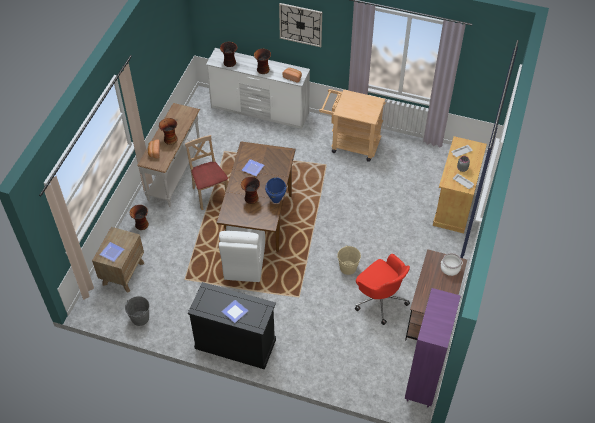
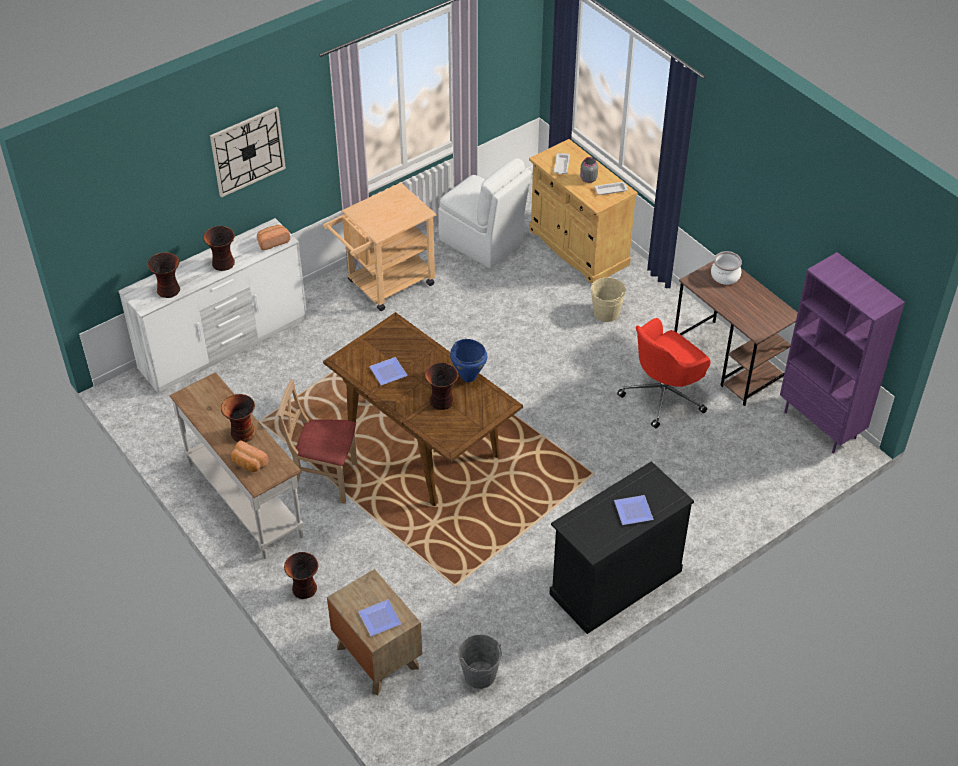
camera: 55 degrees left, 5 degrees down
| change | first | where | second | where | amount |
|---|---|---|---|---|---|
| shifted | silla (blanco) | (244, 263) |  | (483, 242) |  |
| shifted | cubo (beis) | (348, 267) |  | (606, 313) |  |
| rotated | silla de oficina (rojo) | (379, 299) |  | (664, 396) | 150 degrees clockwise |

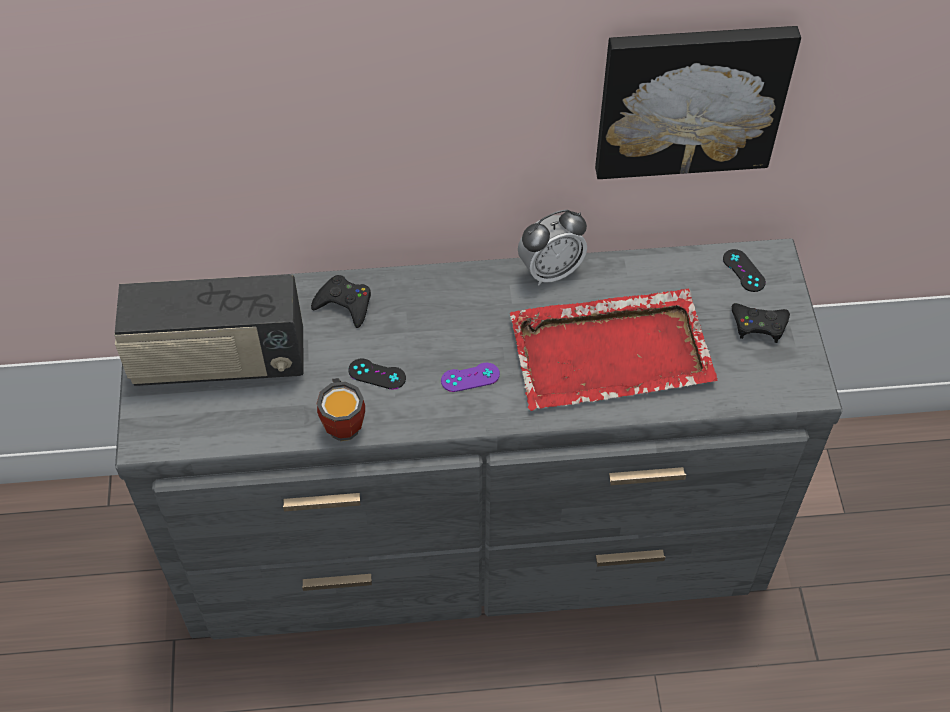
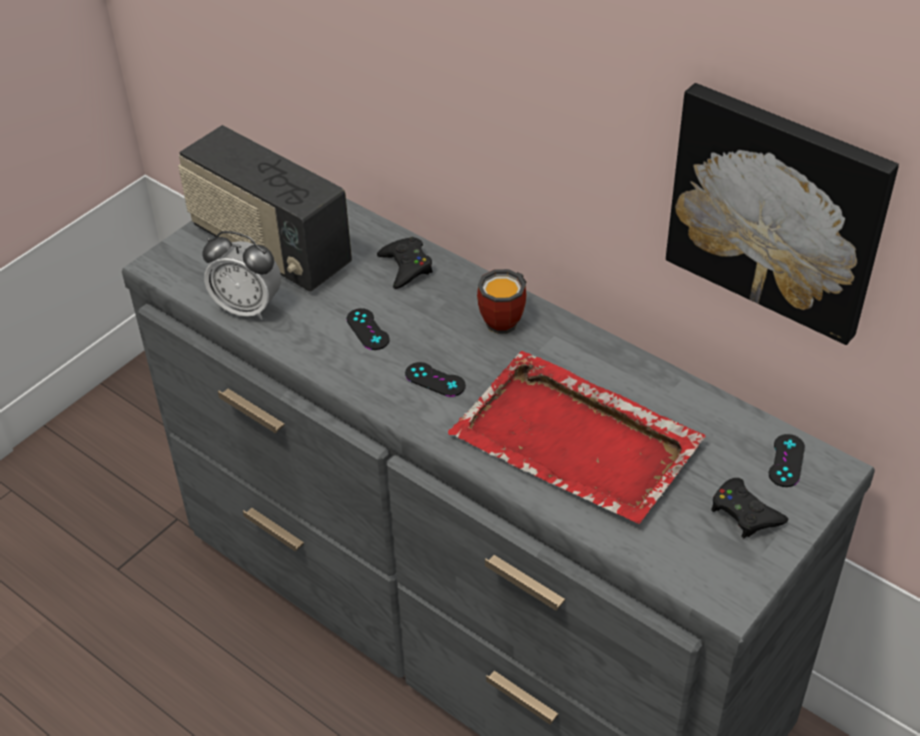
camera: 45 degrees right, 10 degrees down
| change | first | where | second | where | amount |
|---|---|---|---|---|---|
| shifted | taza grande | (345, 422) |  | (507, 320) |  |
| repainted | mando de consola (morado) | (470, 377) | mando de consola (negro) | (435, 380) |  |
| shifted | despertador | (550, 271) |  | (248, 307) |  |

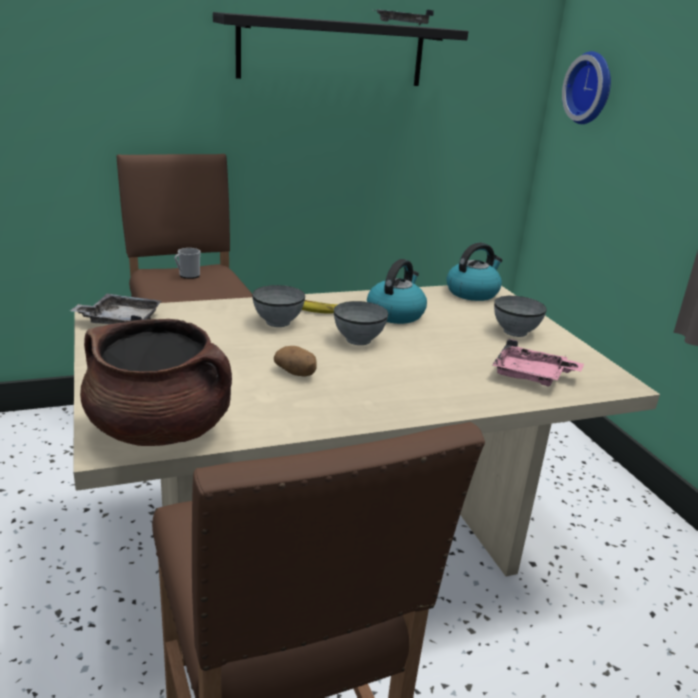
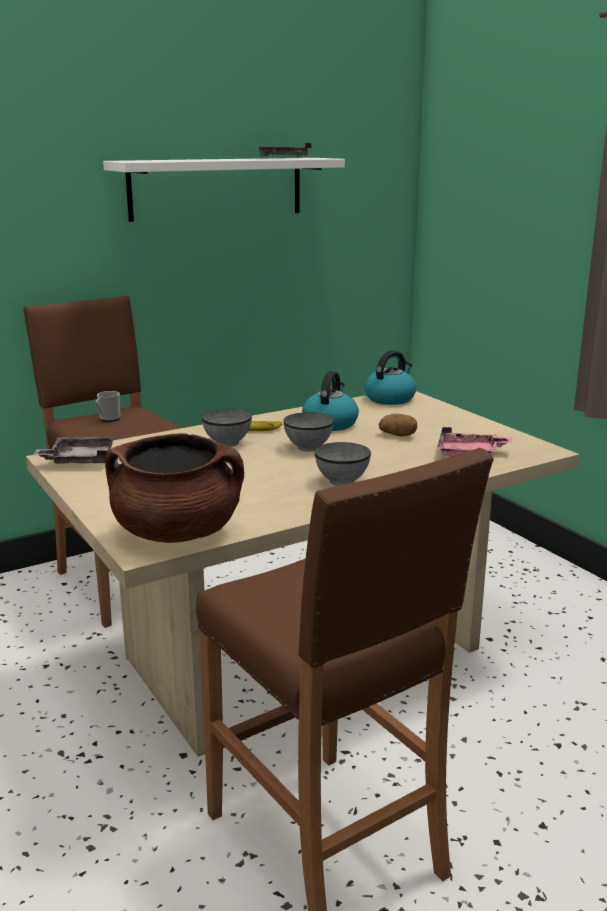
camera: 10 degrees left, 5 degrees down
| change | first | where | second | where | amount |
|---|---|---|---|---|---|
| repainted | estante (negro) | (332, 51) | estante (blanco) | (217, 188) |  |
| shifted | patata | (296, 373) |  | (398, 435) |  |
| shifted | cuenco (gris) | (515, 331) |  | (342, 481) |  |
| gone | reloj de pared | (591, 88) |  |  |  |

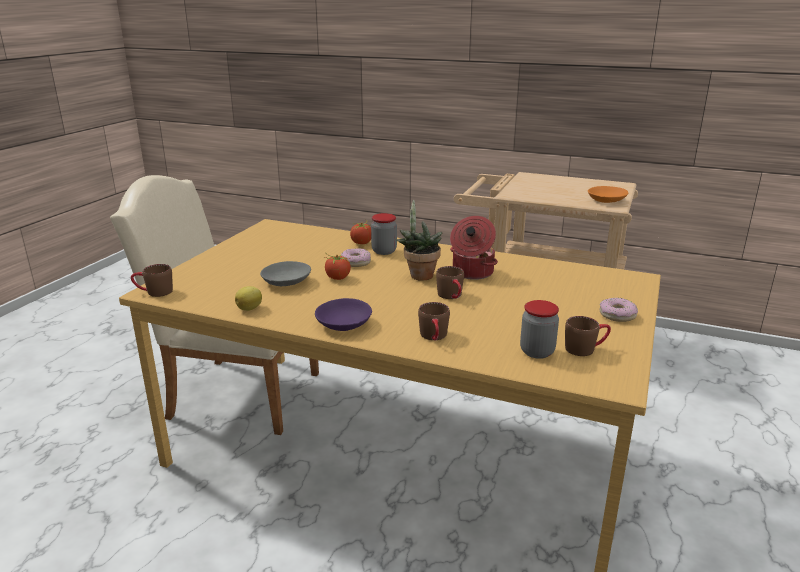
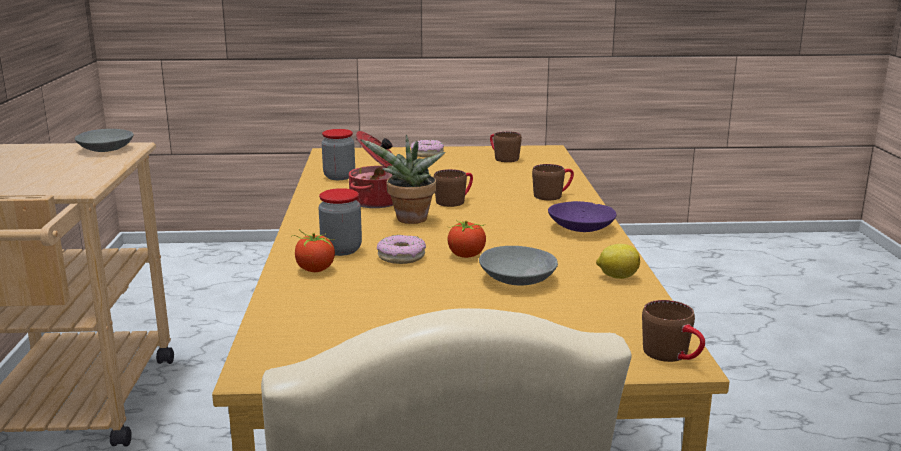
camera: 115 degrees left, 5 degrees down
| change | first | where | second | where | amount |
|---|---|---|---|---|---|
| shifted | tarro | (537, 352) |  | (339, 177) |  |
| repainted | cuenco (naranja) | (606, 201) | cuenco (gris) | (106, 149) |  |

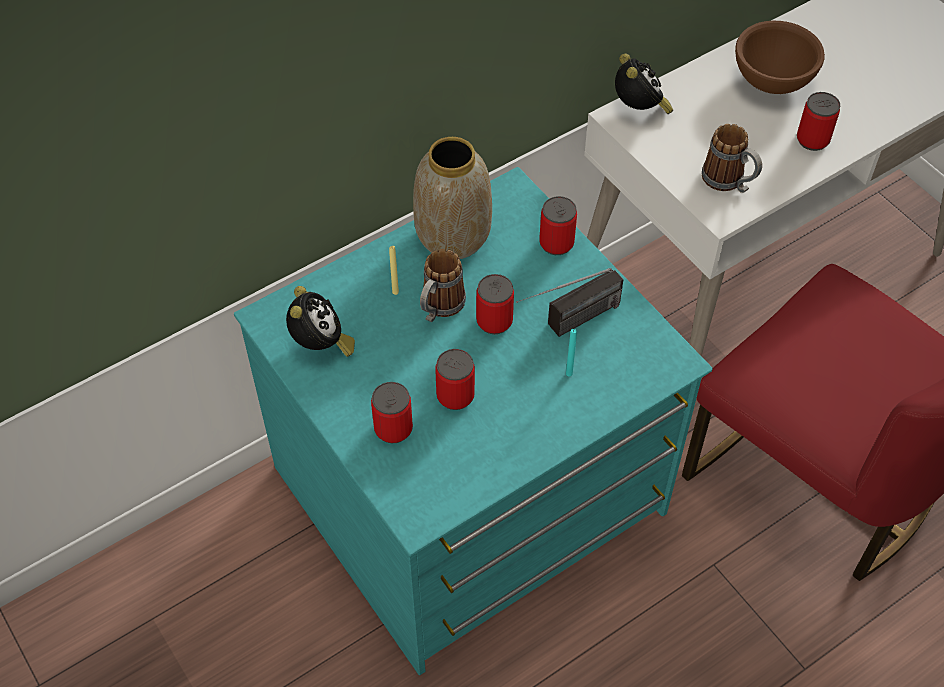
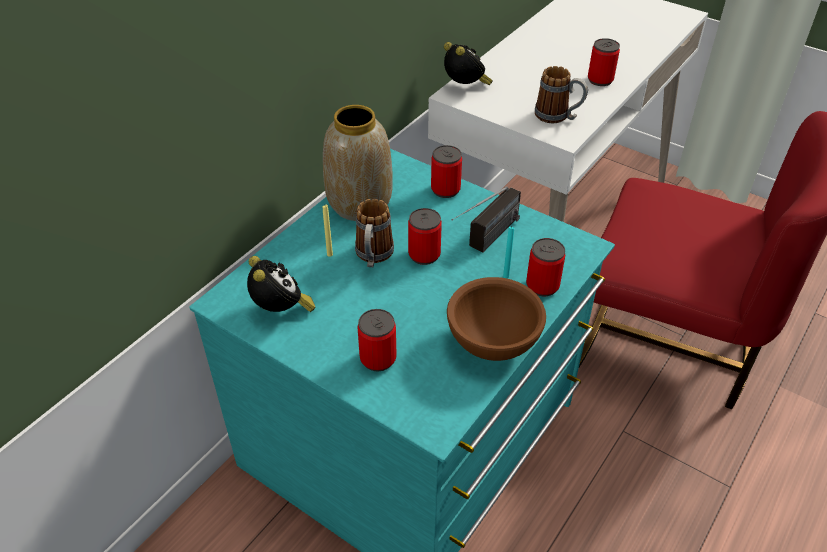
camera: 20 degrees left, 10 degrees down
| change | first | where | second | where | amount |
|---|---|---|---|---|---|
| shifted | lata | (455, 396) |  | (542, 285) |  |
| shifted | cuenco (marrón) | (771, 82) |  | (492, 343) |  |

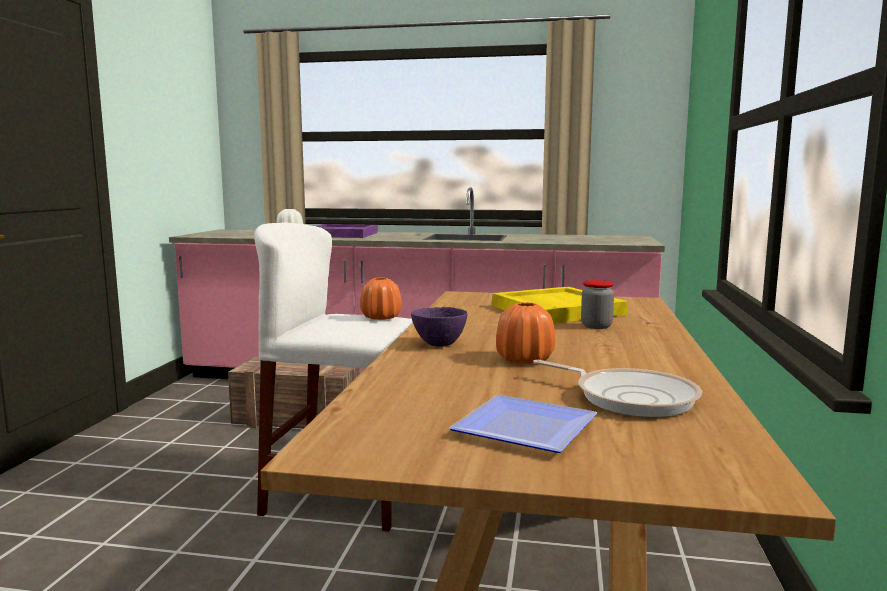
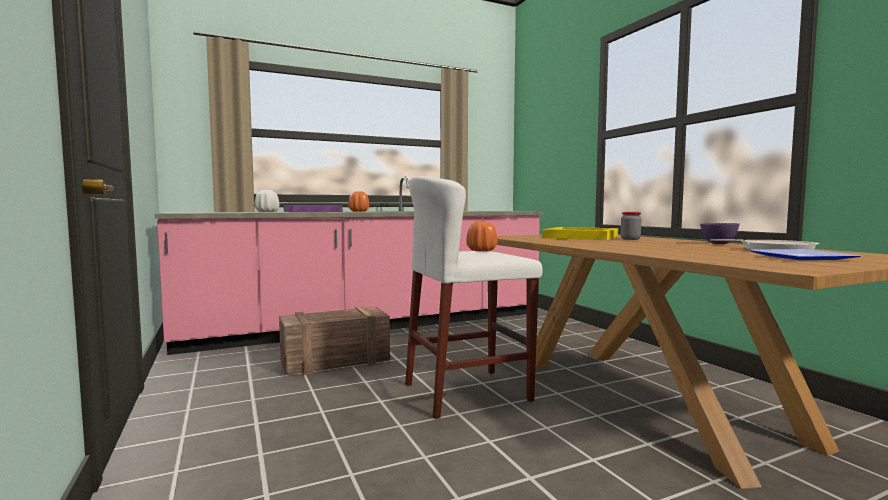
camera: 35 degrees left, 5 degrees down
| change | first | where | second | where | amount |
|---|---|---|---|---|---|
| shifted | cuenco (morado) | (439, 345) |  | (719, 244) |  |
| shifted | florero (naranja) | (524, 360) |  | (359, 211) |  |

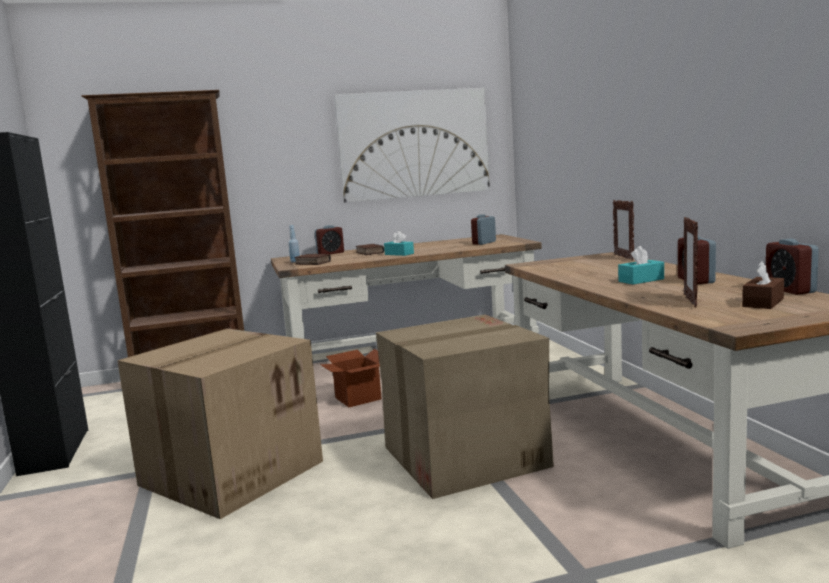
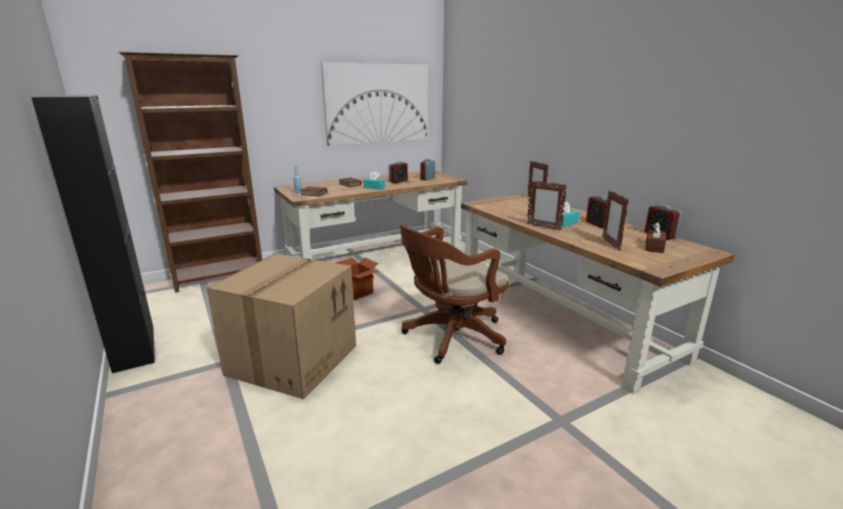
camera: 15 degrees left, 10 degrees up
| change | first | where | second | where | amount |
|---|---|---|---|---|---|
| shifted | despertador | (330, 253) |  | (398, 181) |  |
| swapped | caja de cartón | (463, 457) | silla de oficina (marrón) | (450, 337) |  |
| new |  |  | portarretratos | (543, 227) |  |

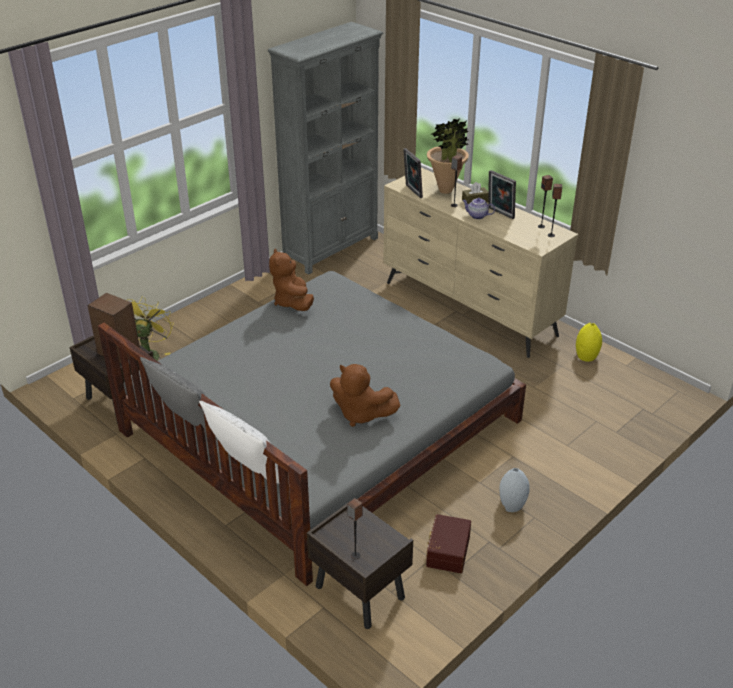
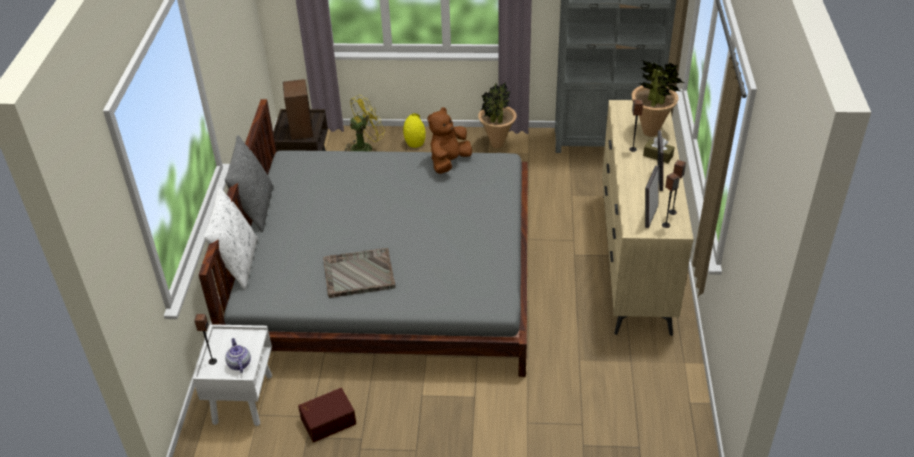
camera: 50 degrees right, 5 degrees up
| change | first | where | second | where | amount |
|---|---|---|---|---|---|
| repainted | mesita de noche (marrón) | (358, 592) | mesita de noche (blanco) | (242, 398) |  |
| swapped | peluche (marrón) | (361, 414) | bandeja (gris) | (358, 274) |  |
| shifted | portarretratos | (412, 191) |  | (649, 216) |  |
| shifted | tetera | (477, 216) |  | (239, 363) |  |
| gone | florero (gris) | (511, 505) |  |  |  |
| shifted | florero (amarillo) | (586, 356) |  | (414, 143) |  |
| new |  |  | planta en maceta | (497, 145) |  |

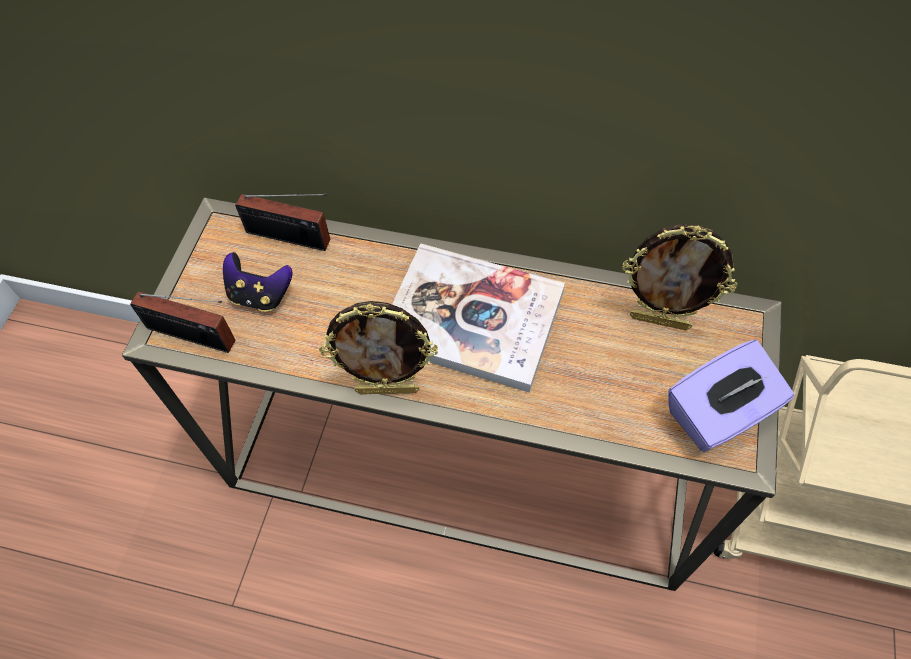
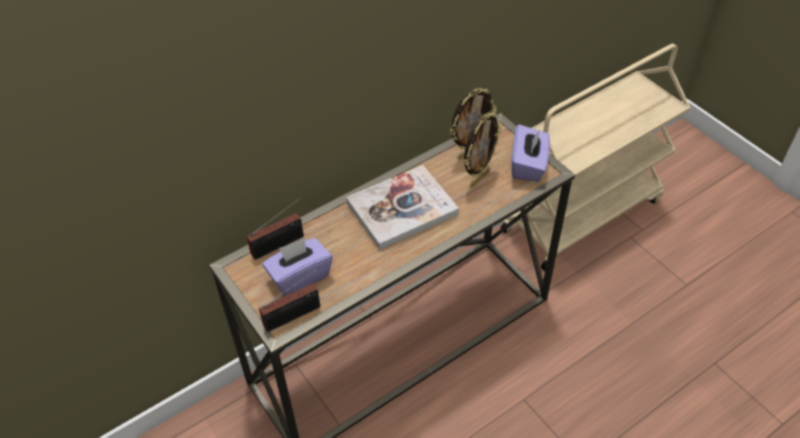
camera: 50 degrees left, 10 degrees down
| change | first | where | second | where | amount |
|---|---|---|---|---|---|
| swapped | mando de consola | (260, 295) | caja de pañuelos (morado) | (299, 276) |  |
| shifted | portarretratos | (388, 389) |  | (478, 178) |  |

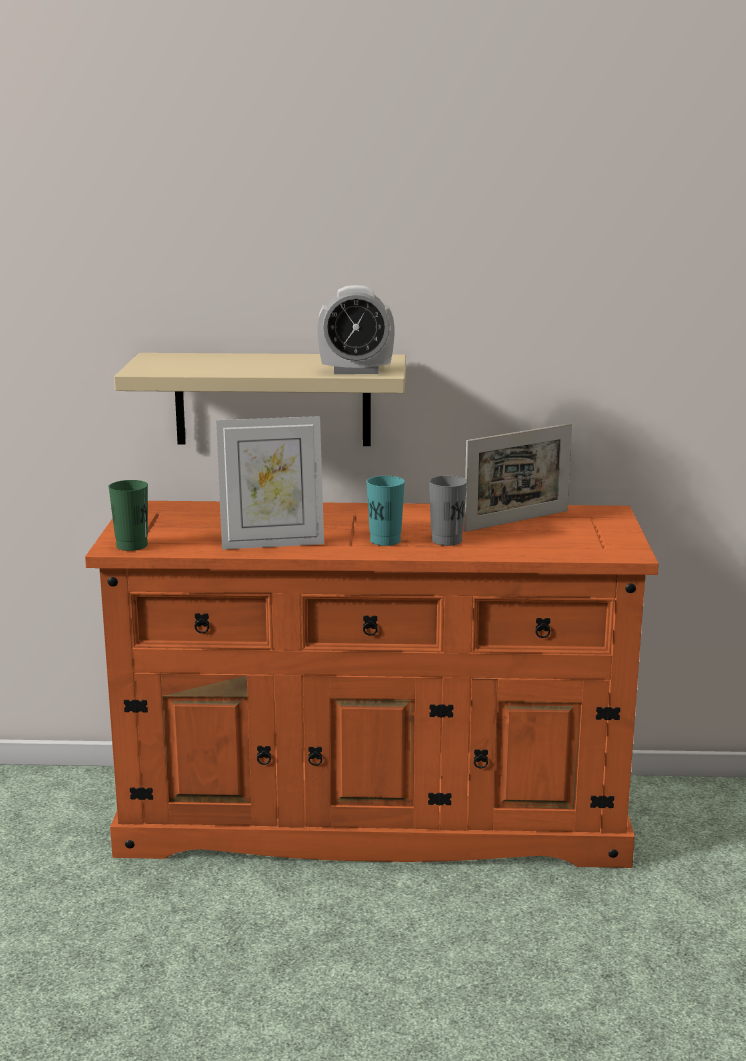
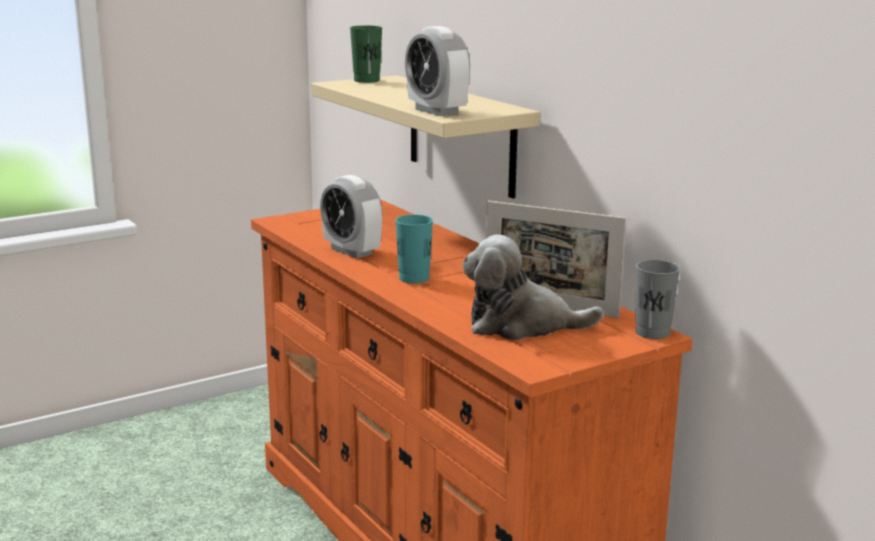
camera: 55 degrees right, 0 degrees up
| change | first | where | second | where | amount |
|---|---|---|---|---|---|
| shifted | taza (verde) | (132, 546) |  | (366, 80) |  |
| swapped | portarretratos | (272, 543) | despertador | (351, 251) |  |
| shifted | taza (gris) | (446, 540) |  | (652, 333) |  |
| new |  |  | peluche | (521, 325) |  |

